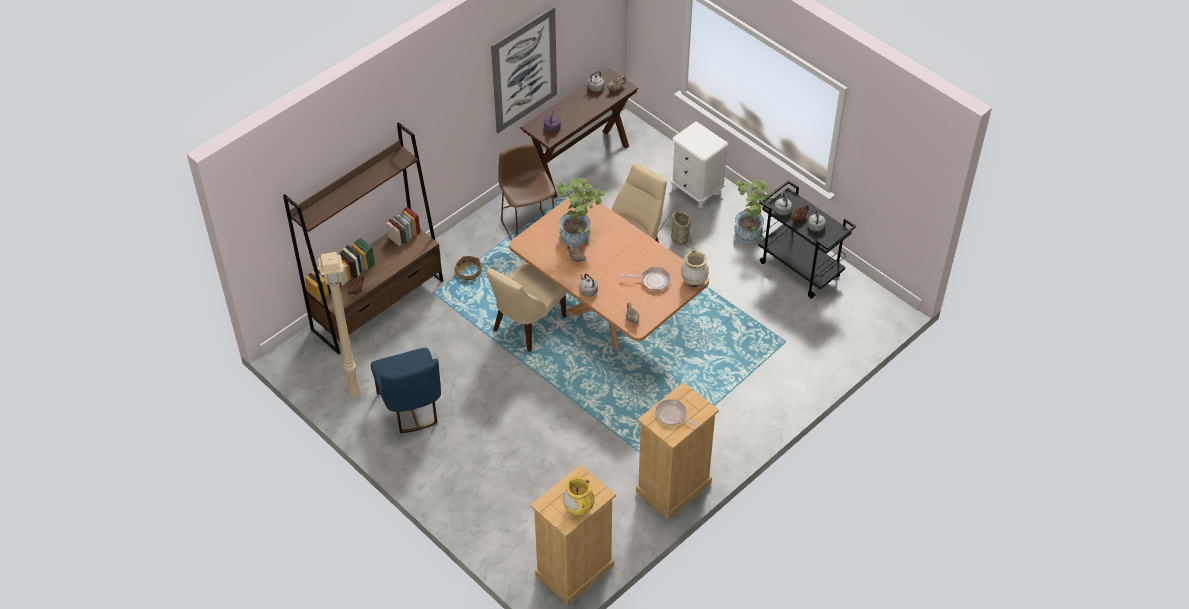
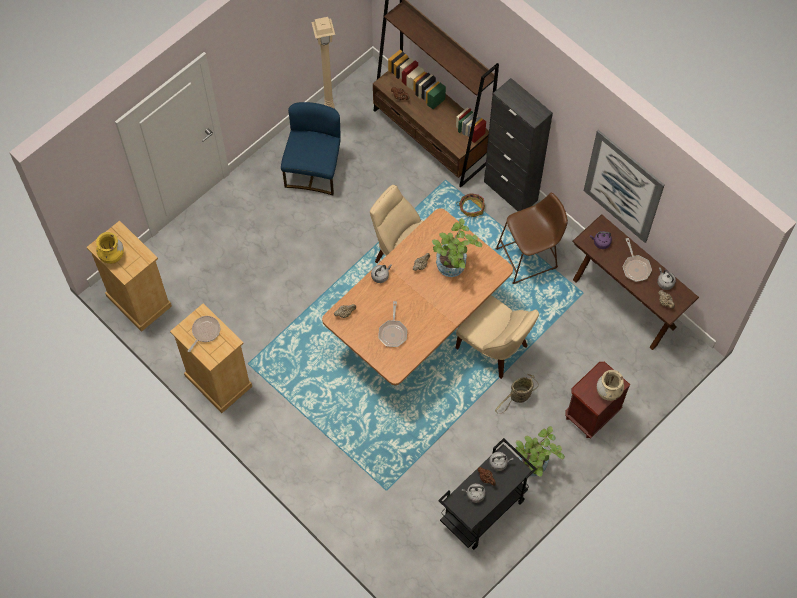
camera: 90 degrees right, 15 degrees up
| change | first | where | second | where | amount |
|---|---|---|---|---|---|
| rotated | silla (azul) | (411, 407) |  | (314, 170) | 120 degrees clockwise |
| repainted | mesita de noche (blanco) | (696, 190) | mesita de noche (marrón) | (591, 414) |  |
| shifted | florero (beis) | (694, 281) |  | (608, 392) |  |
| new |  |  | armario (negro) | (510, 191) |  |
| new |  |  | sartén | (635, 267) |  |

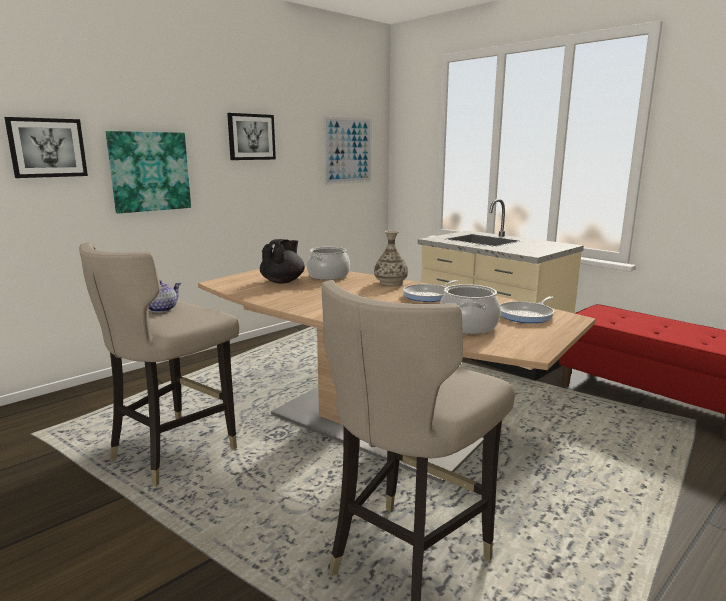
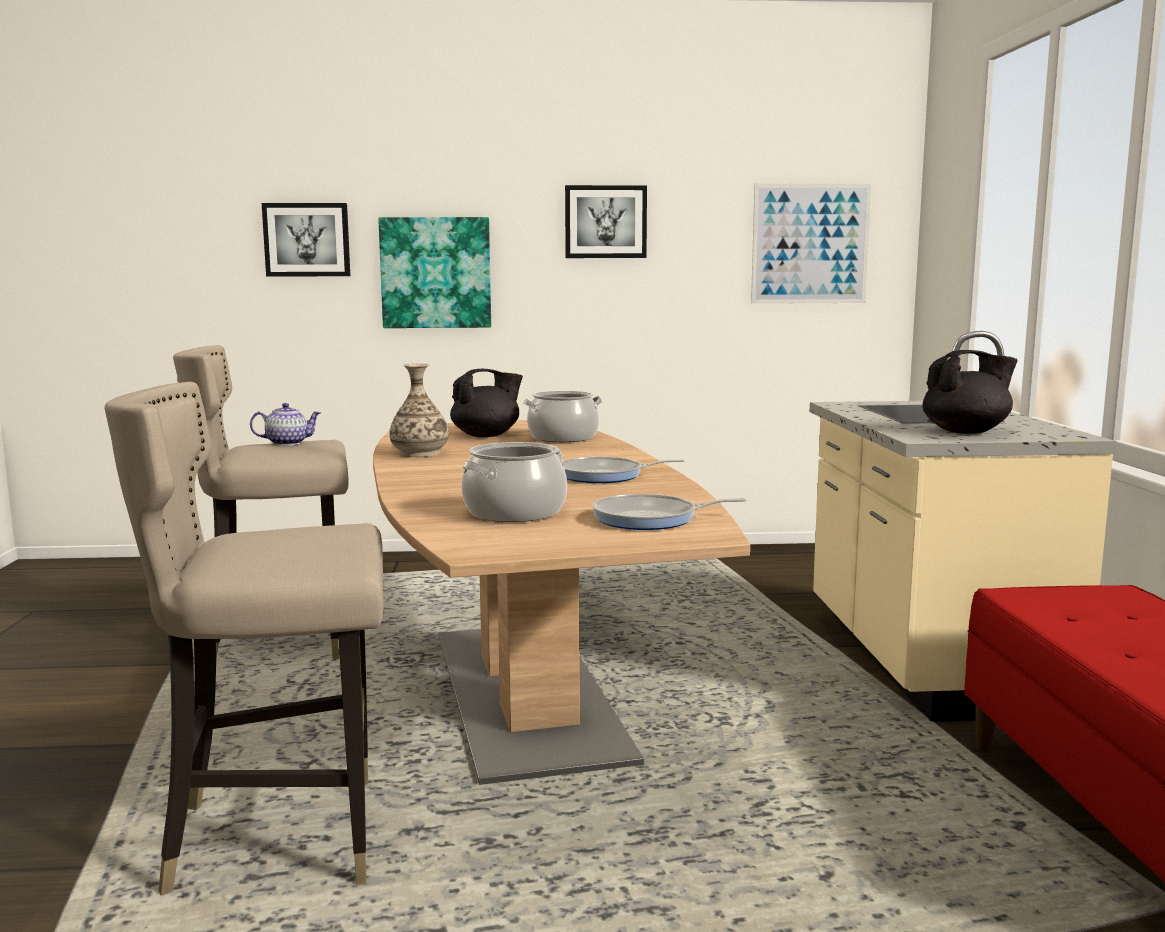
camera: 40 degrees right, 5 degrees down
| change | first | where | second | where | amount |
|---|---|---|---|---|---|
| shifted | florero | (391, 282) |  | (420, 453) |  |
| new |  |  | tetera (negro) | (966, 432) |  |

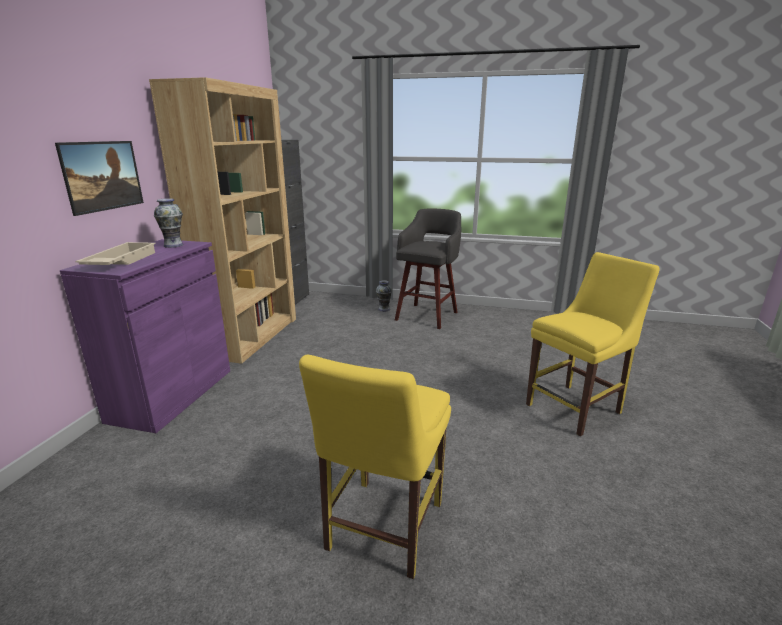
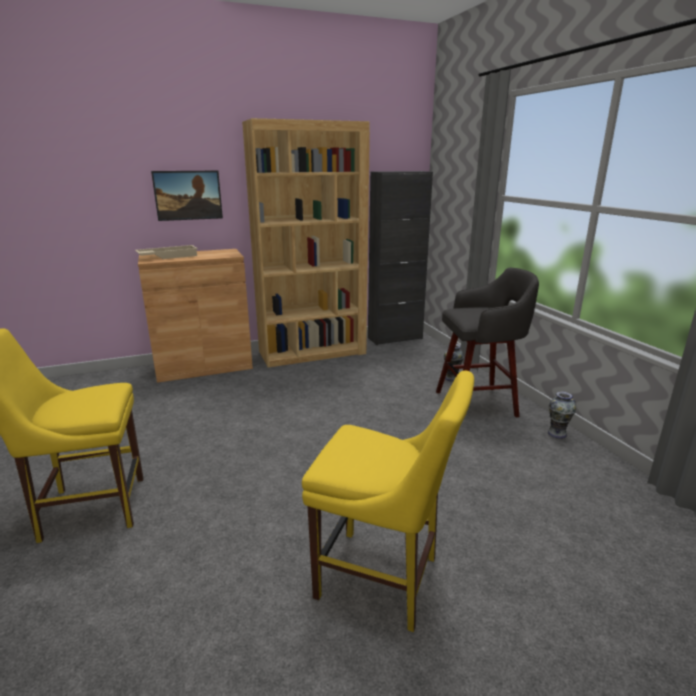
camera: 55 degrees right, 0 degrees up
| change | first | where | second | where | amount |
|---|---|---|---|---|---|
| repainted | armario (morado) | (172, 395) | armario (marrón) | (204, 366) |  |
| shifted | florero | (173, 245) |  | (557, 433) |  |

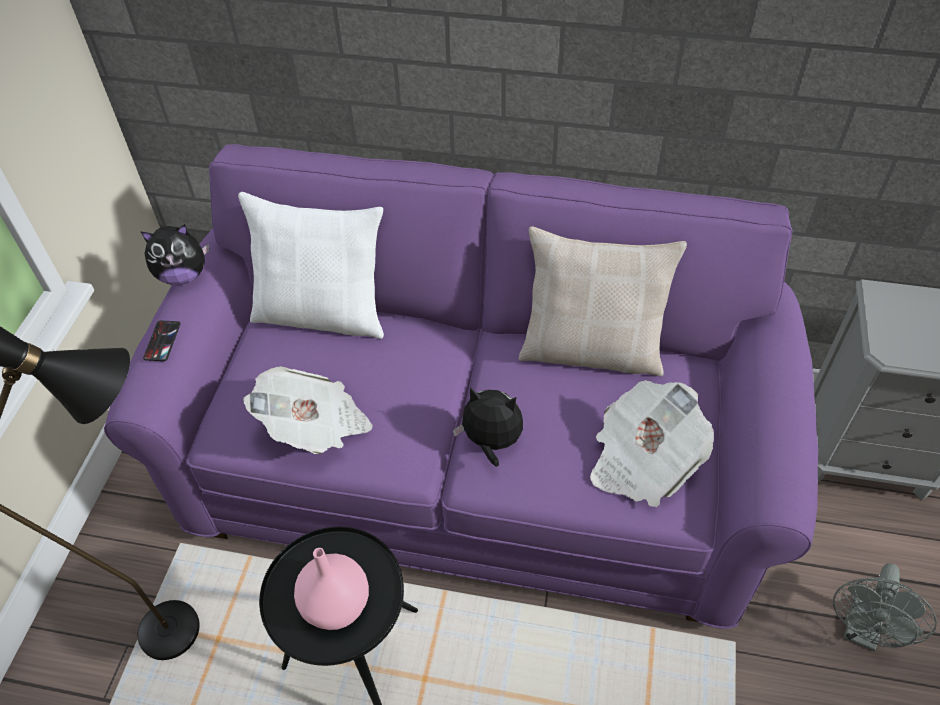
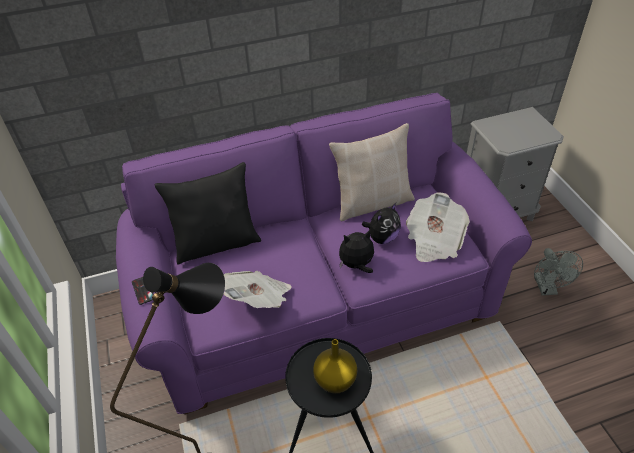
camera: 30 degrees left, 5 degrees down
| change | first | where | second | where | amount |
|---|---|---|---|---|---|
| shifted | peluche | (183, 276) |  | (382, 238) |  |
| repainted | cojín (blanco) | (323, 313) | cojín (negro) | (217, 243) |  |
| repainted | florero (rosa) | (337, 604) | florero (amarillo) | (335, 380) |  |

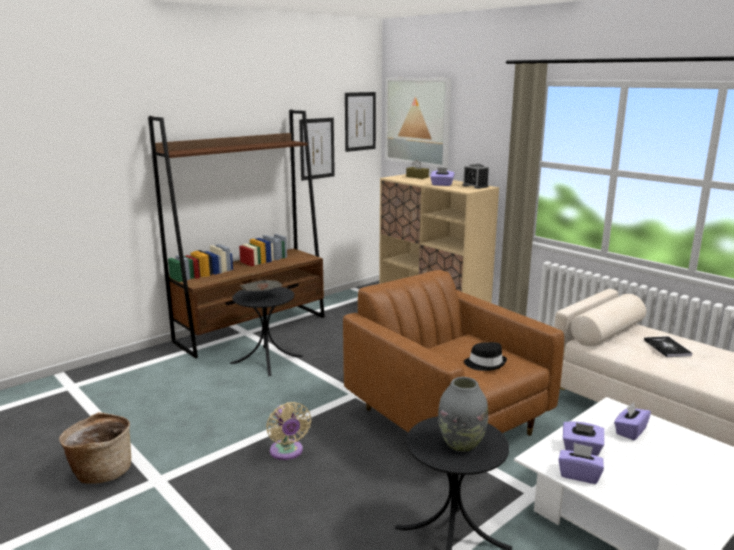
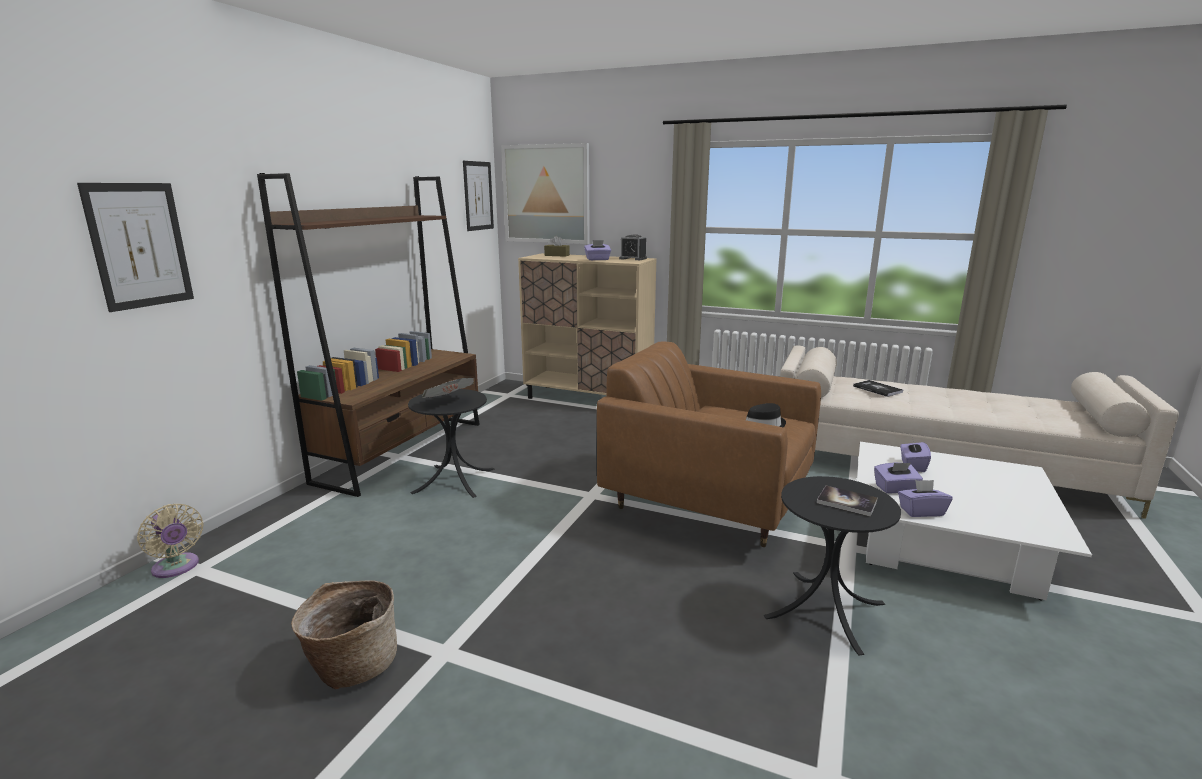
camera: 25 degrees left, 0 degrees up
| change | first | where | second | where | amount |
|---|---|---|---|---|---|
| shifted | ventilador (beis) | (287, 452) |  | (177, 568) |  |
| shifted | cuadro | (317, 148) |  | (139, 245) |  |
| swapped | florero (gris) | (461, 444) | libro | (846, 502) |  |

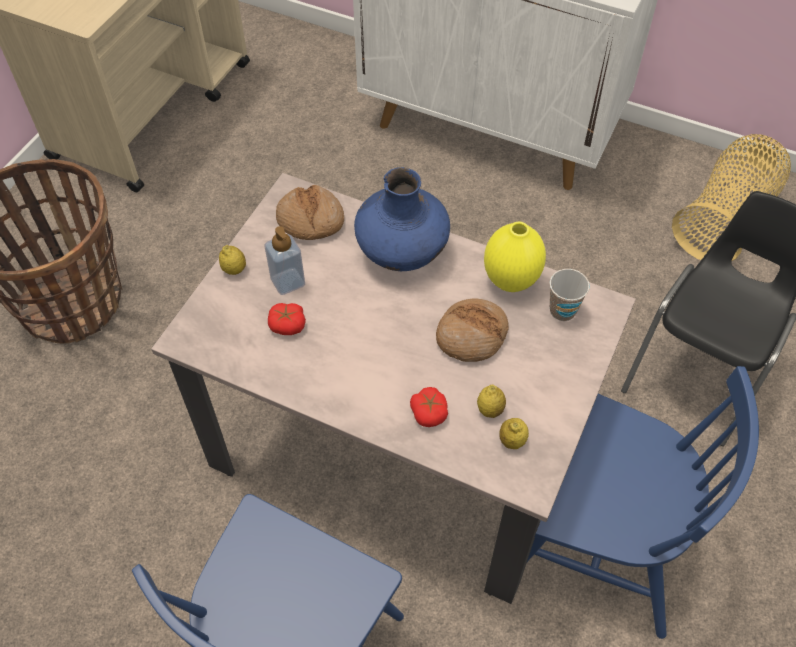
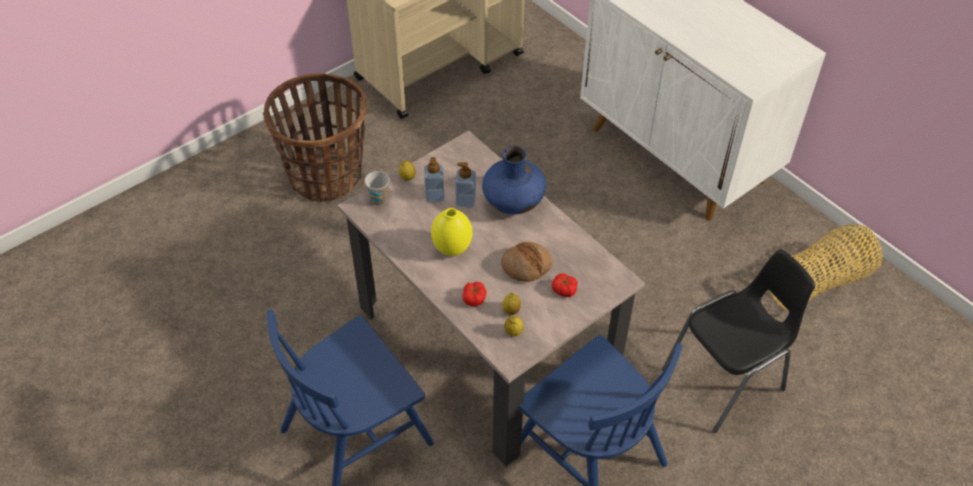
camera: 25 degrees right, 5 degrees down
| change | first | where | second | where | amount |
|---|---|---|---|---|---|
| shifted | tomate | (287, 325) |  | (564, 290) |  |
| gone | pan | (310, 220) |  |  |  |
| shifted | florero (amarillo) | (510, 280) |  | (452, 248) |  |
| shifted | taza | (562, 311) |  | (379, 199) |  |
| new |  |  | dispensador de jabón | (465, 200) |  |

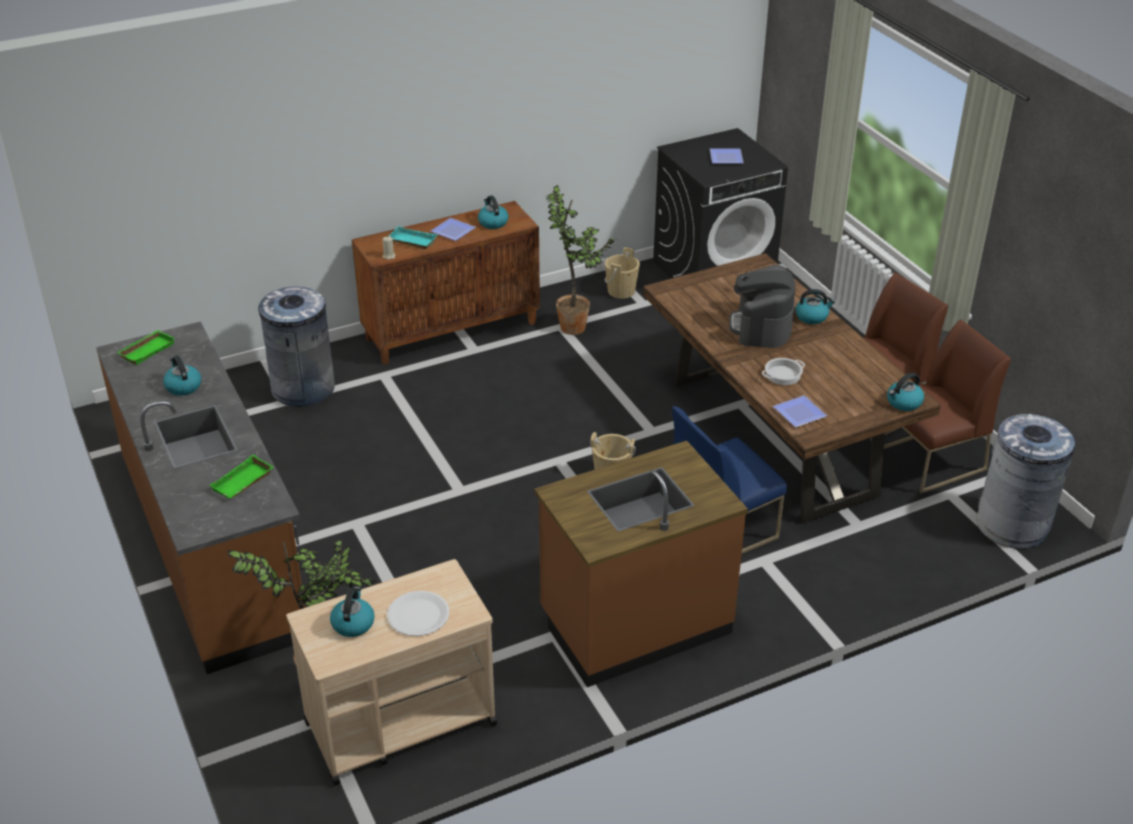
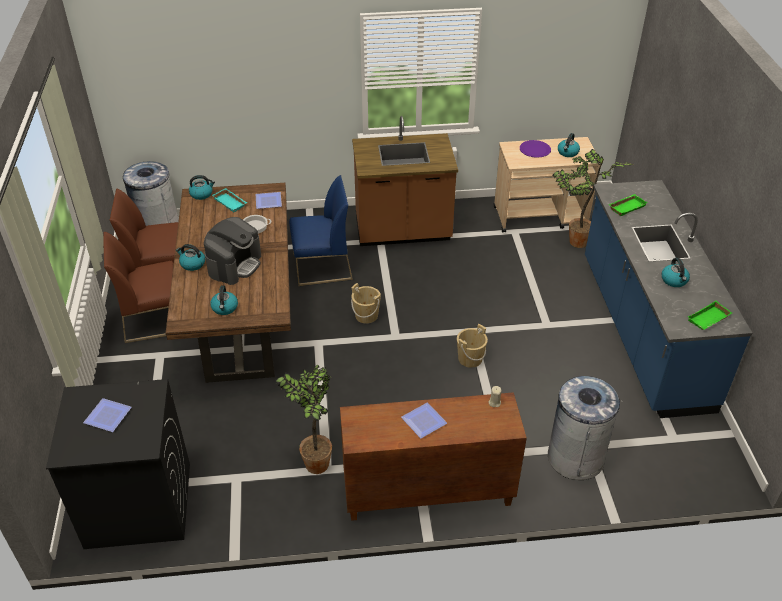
camera: 160 degrees left, 5 degrees up
| change | first | where | second | where | amount |
|---|---|---|---|---|---|
| repainted | mueble bajo de cocina (marrón) | (214, 546) | mueble bajo de cocina (azul) | (643, 331) |  |
| repainted | plato (blanco) | (418, 615) | plato (morado) | (535, 150) |  |
| shifted | bandeja (turquesa) | (411, 241) |  | (231, 202) |  |
| shifted | hervidor | (492, 222) |  | (225, 308) |  |
| shifted | cubo (beis) | (621, 291) |  | (470, 359) |  |

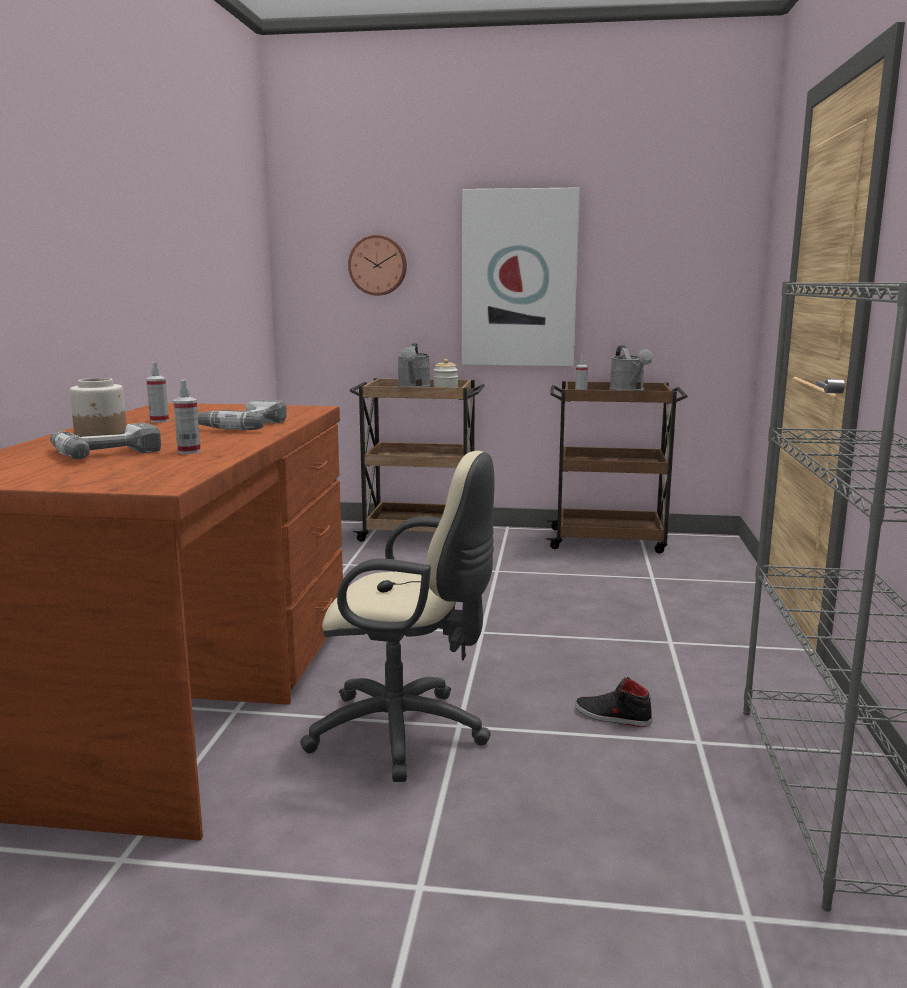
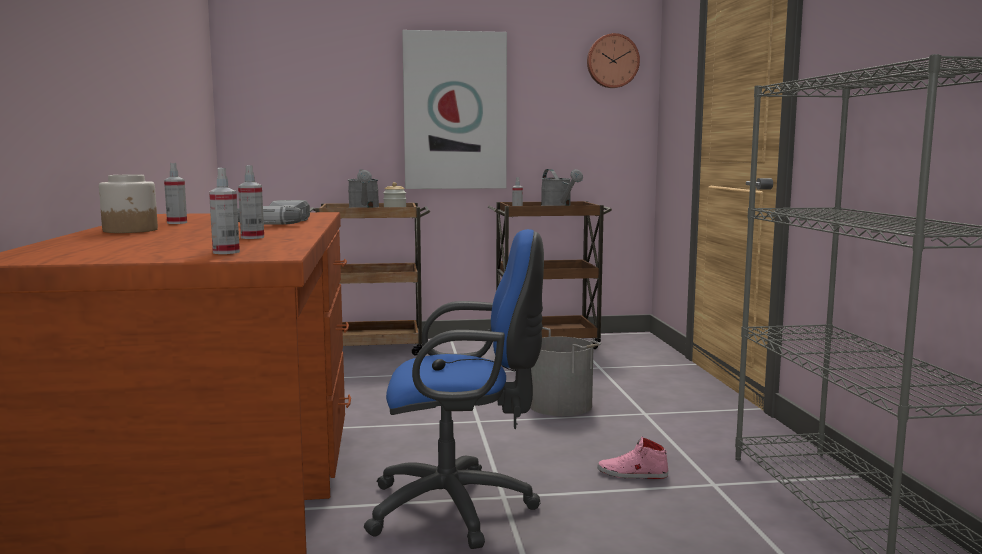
camera: 15 degrees left, 5 degrees down
| change | first | where | second | where | amount |
|---|---|---|---|---|---|
| gone | taladro | (103, 451) |  |  |  |
| repainted | silla de oficina (beis) | (407, 733) | silla de oficina (azul) | (459, 508) |  |
| shifted | reloj de pared | (378, 265) |  | (612, 61) |  |
| repainted | zapato (negro) | (612, 716) | zapato (rosa) | (632, 474) |  |
| new |  |  | pulverizador | (226, 252) |  |
| new |  |  | cubo (gris) | (561, 405) |  |

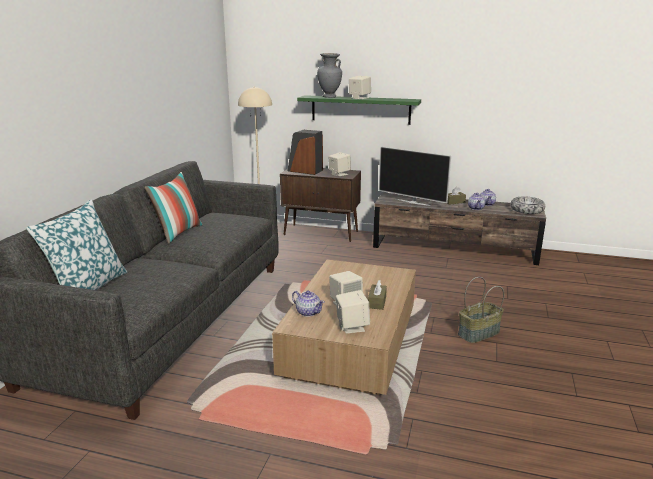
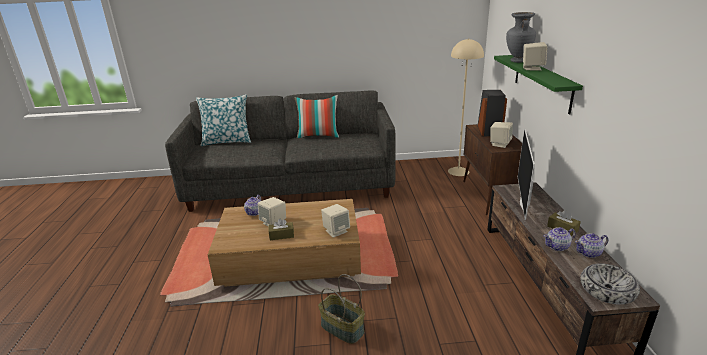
camera: 70 degrees right, 5 degrees up
| change | first | where | second | where | amount |
|---|---|---|---|---|---|
| shifted | altavoz (beis) | (352, 326) |  | (336, 231) |  |

